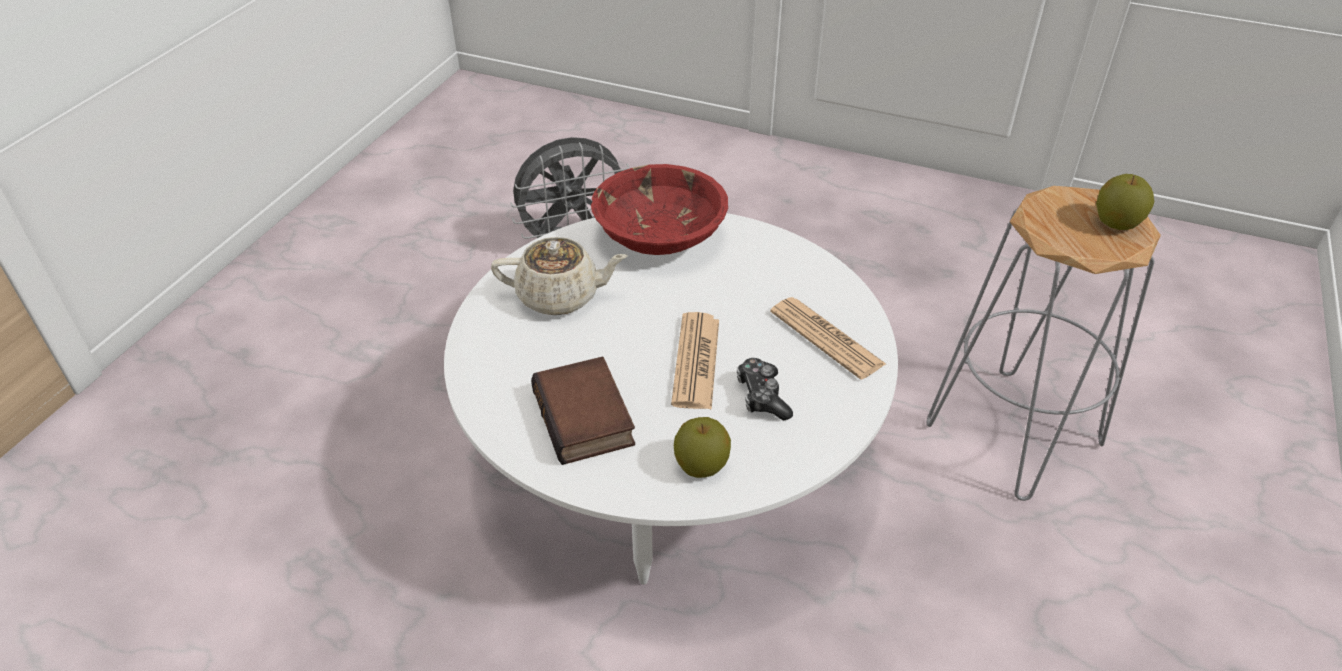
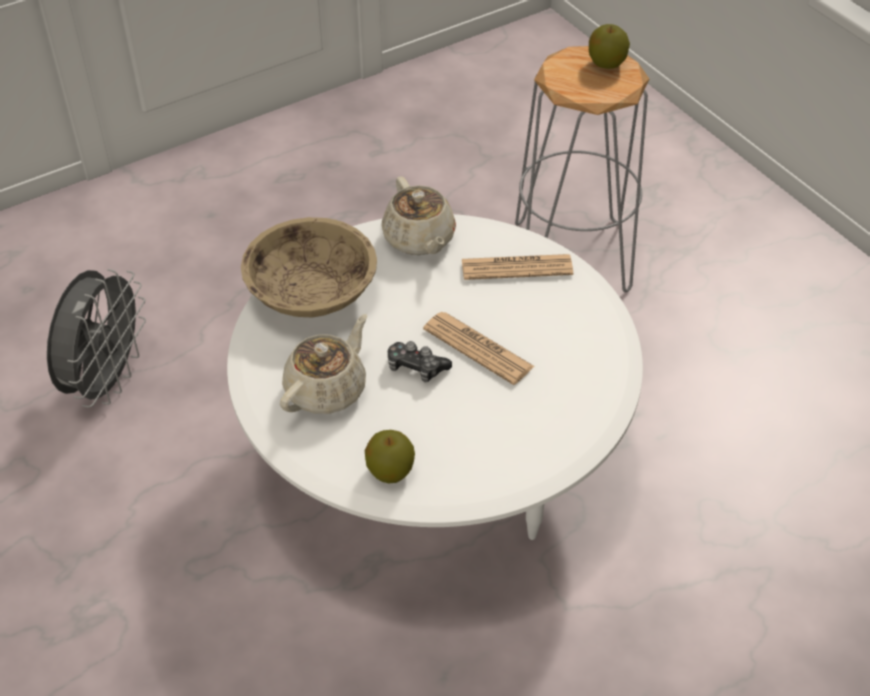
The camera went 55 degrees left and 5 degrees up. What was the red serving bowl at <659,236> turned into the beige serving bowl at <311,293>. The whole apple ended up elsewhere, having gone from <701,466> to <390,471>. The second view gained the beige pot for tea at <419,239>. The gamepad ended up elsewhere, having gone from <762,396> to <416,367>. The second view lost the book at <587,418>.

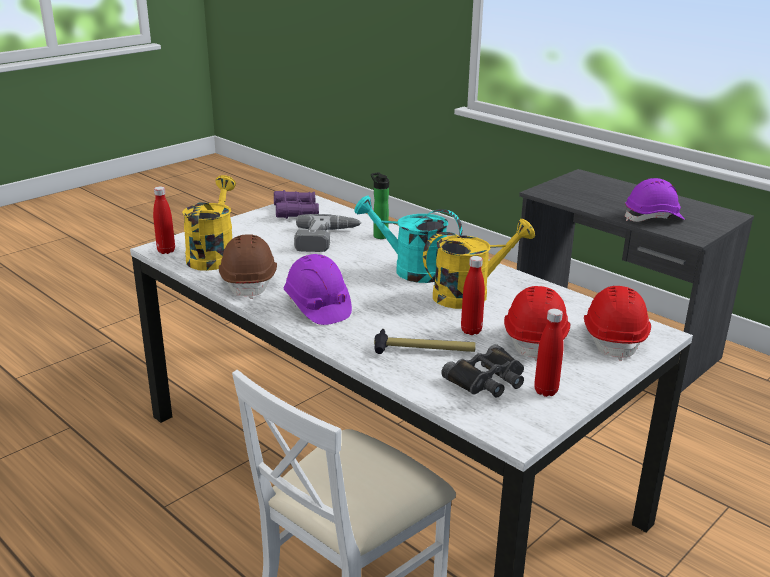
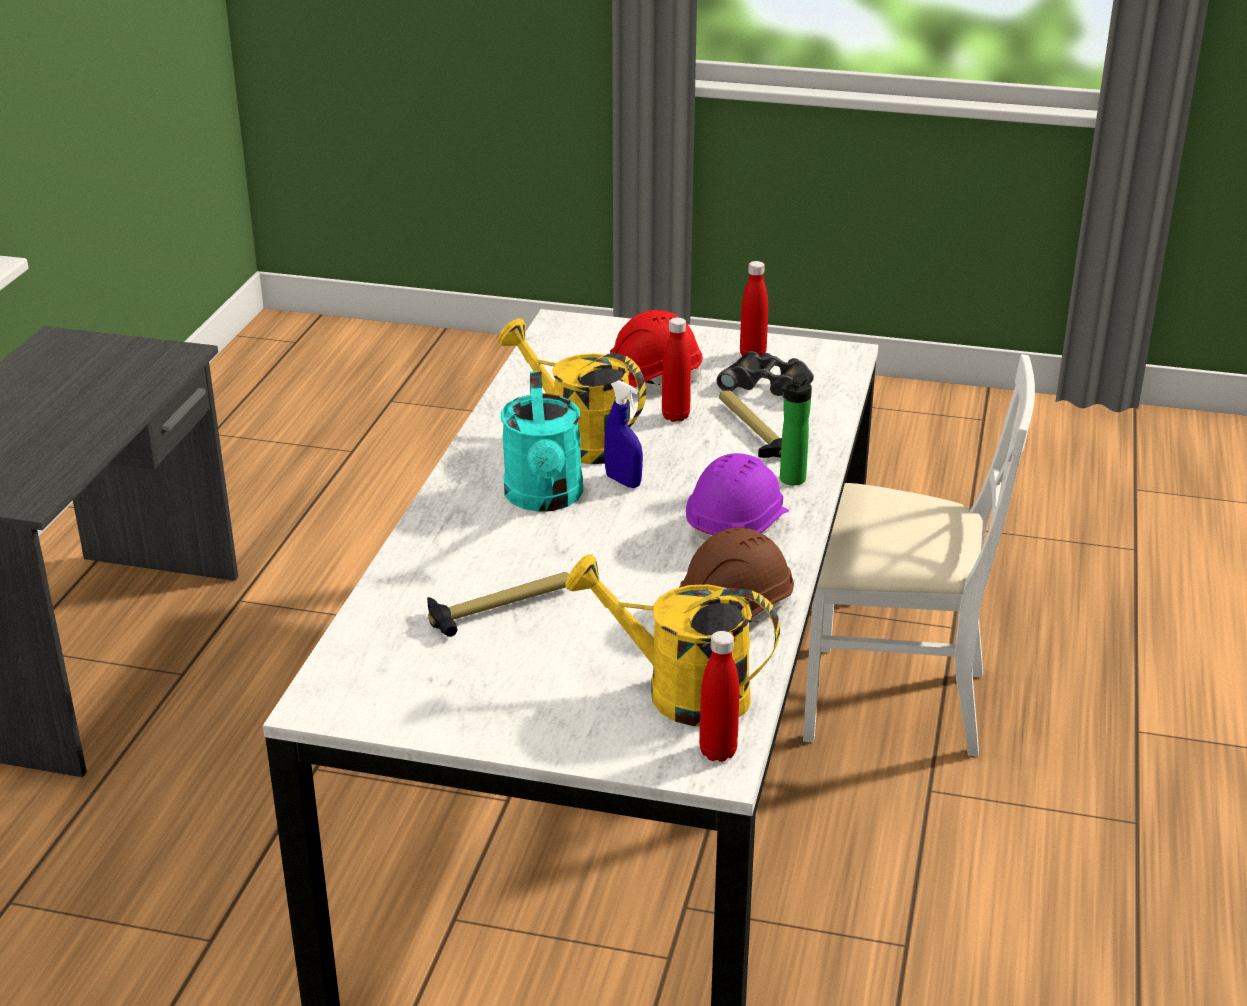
The camera went 120 degrees left and 5 degrees up. Where the power drill stood at <326,239>, the hand hammer came to stand at <501,607>. The yellow watering pot at <213,255> ended up facing another way, 45 degrees clockwise from before. The second view gained the blue spray bottle at <623,481>. The beverage bottle ended up elsewhere, having gone from <379,235> to <790,481>. The second view lost the purple field glasses at <296,211>. The second view lost the red safety helmet at <614,338>. The second view lost the purple safety helmet at <653,218>.

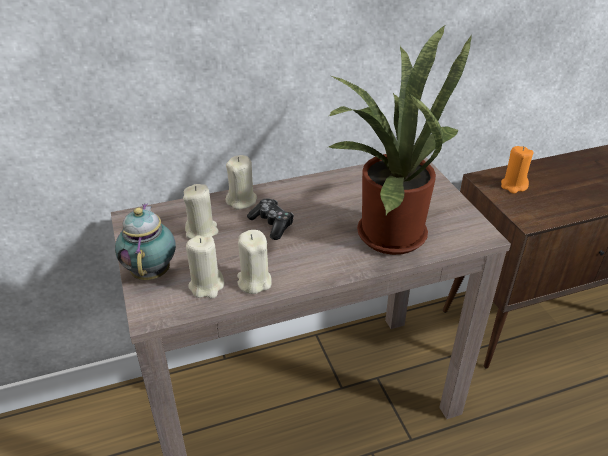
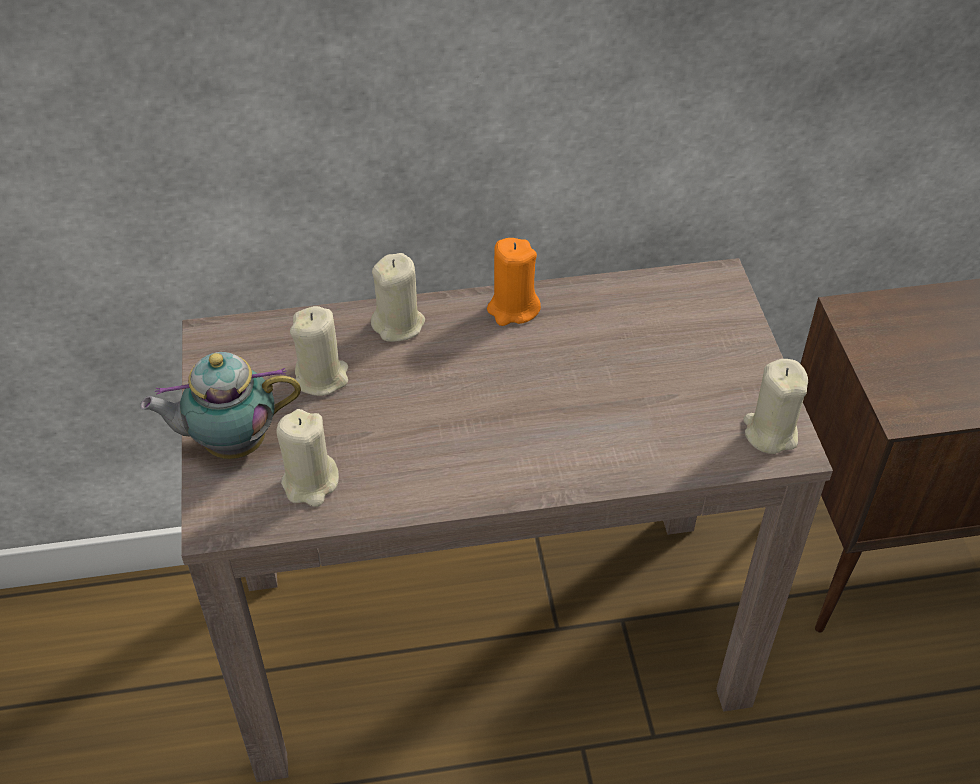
The camera went 10 degrees right and 10 degrees up. The pot for tea at <152,271> ended up facing another way, 105 degrees counterclockwise from before. The orange candle ended up elsewhere, having gone from <513,186> to <513,309>. The beige candle ended up elsewhere, having gone from <254,281> to <770,433>. The second view lost the gamepad at <272,224>. The second view lost the plant in a pot at <385,232>.

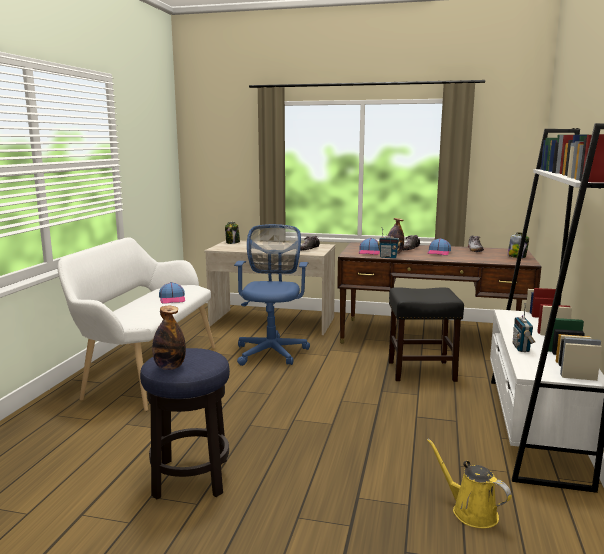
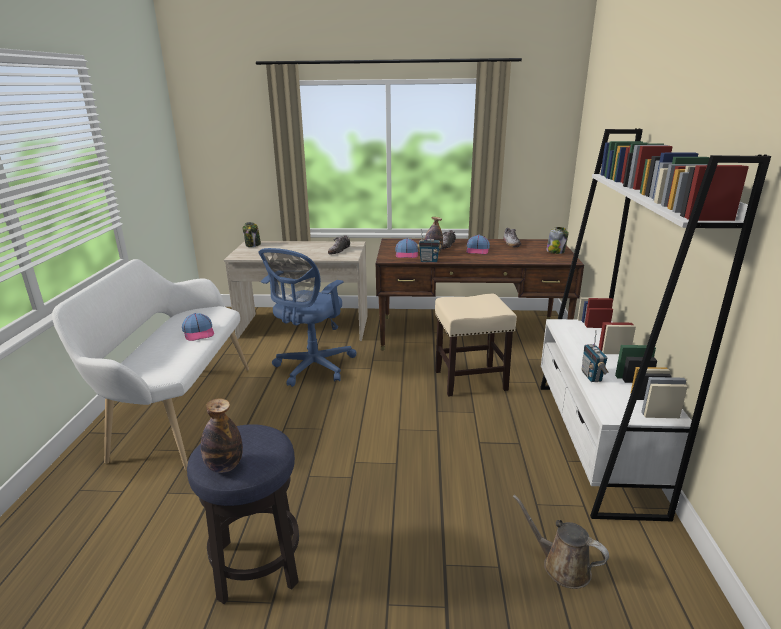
The camera went 10 degrees left and 10 degrees up. The blue desk chair at <272,351> ended up facing another way, 150 degrees counterclockwise from before. What was the black-coloured stool seat at <420,371> turned into the beige stool seat at <469,380>. What was the yellow watering pot at <470,511> turned into the brown watering pot at <561,566>.

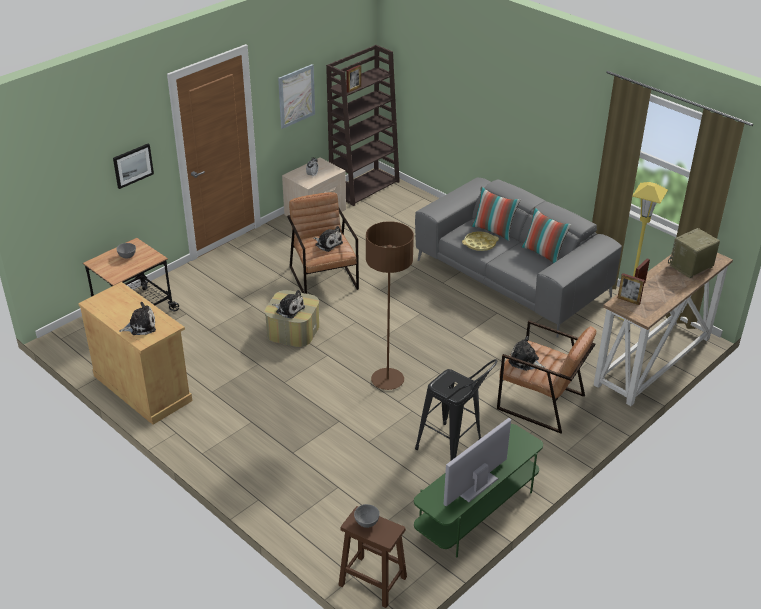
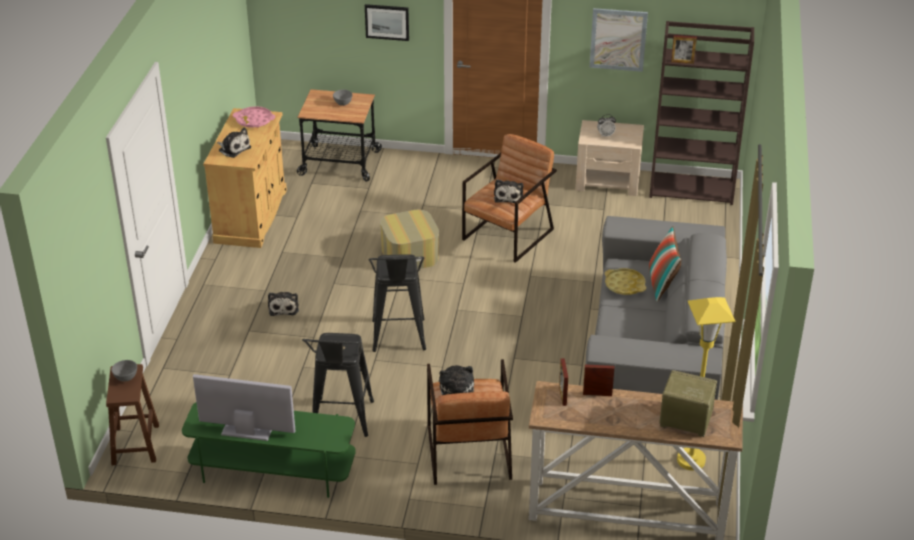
The camera went 55 degrees right and 0 degrees up. The second view gained the pink tray at <254,120>. The plush toy ended up elsewhere, having gone from <289,309> to <284,307>. Where the brown floor lamp stood at <387,380>, the black-coloured stool seat came to stand at <398,340>. The second view lost the cushion at <543,253>.

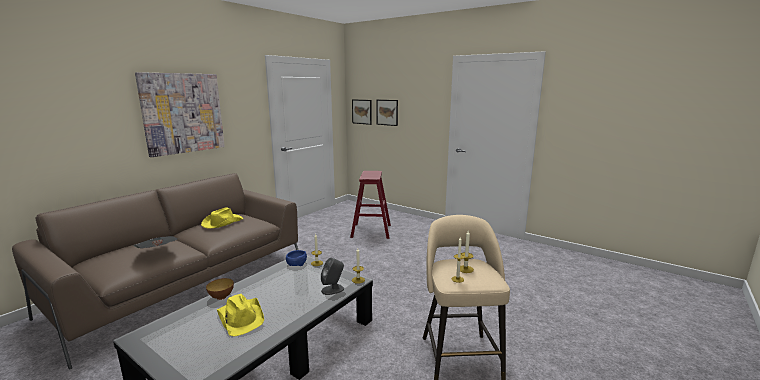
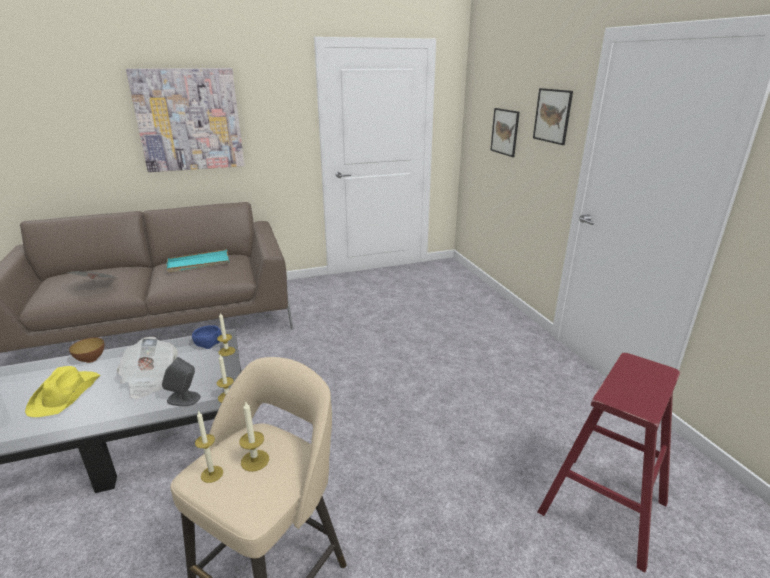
The camera went 35 degrees right and 10 degrees up. The second view gained the newspaper at <150,380>. Where the yellow hat stood at <222,222>, the turquoise tray came to stand at <198,263>. The picture ended up elsewhere, having gone from <362,111> to <552,116>. The red stool seat ended up elsewhere, having gone from <371,231> to <603,507>.

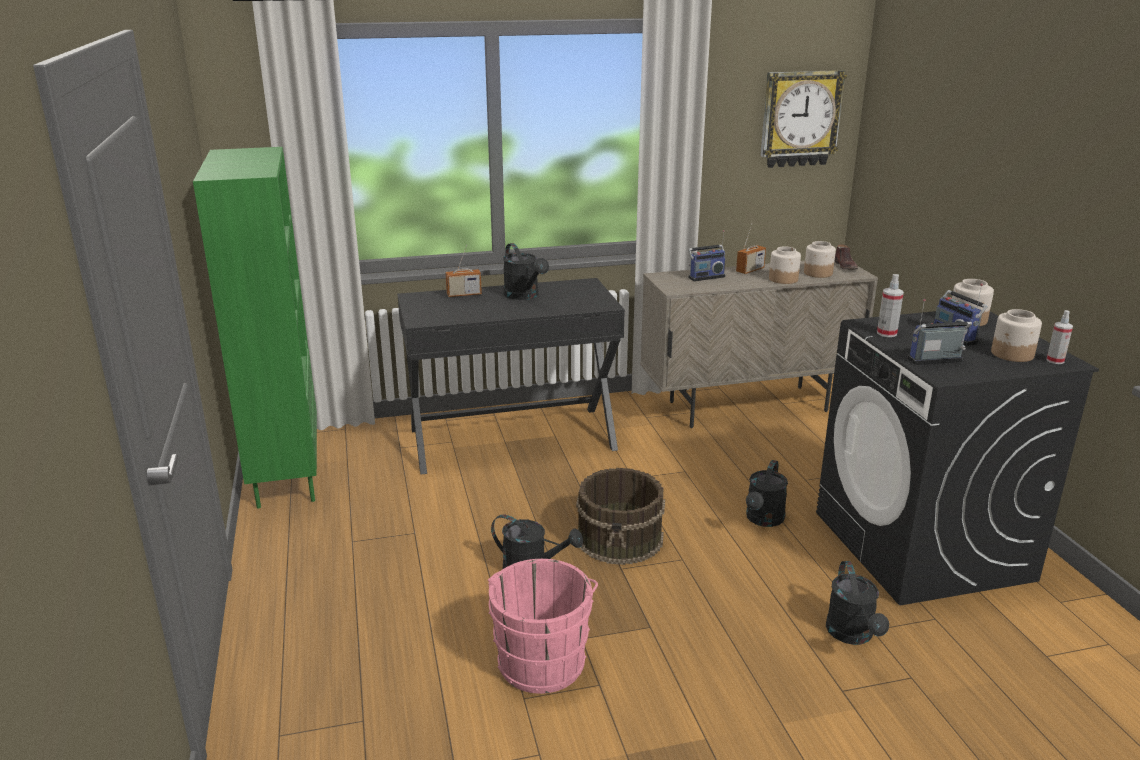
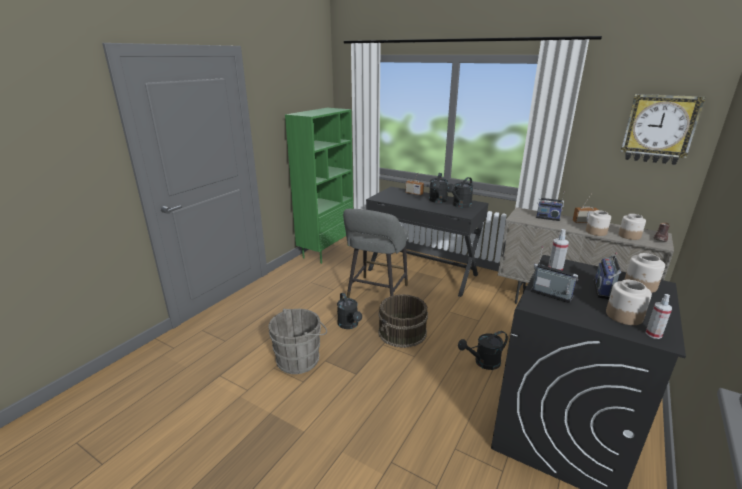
The camera went 45 degrees right and 0 degrees up. What was the pink bucket at <543,659> turned into the gray bucket at <300,359>. The second view gained the gray stool seat at <376,294>. The black-coloured watering pot ended up elsewhere, having gone from <853,635> to <460,205>.

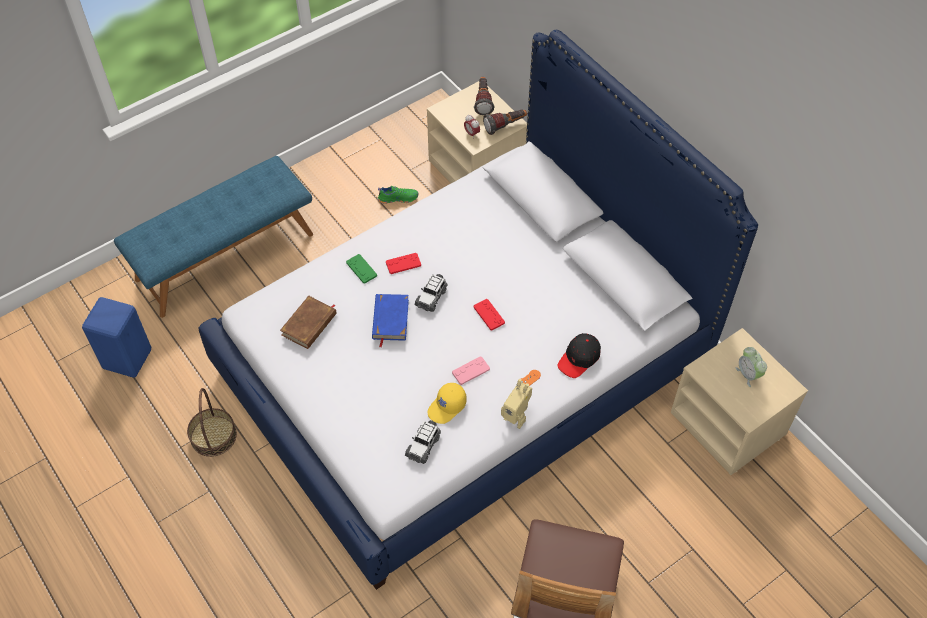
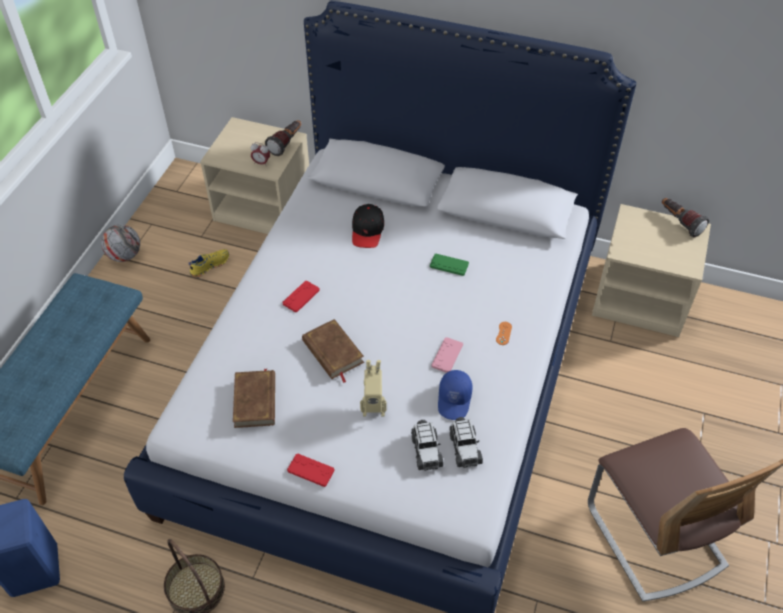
The camera went 35 degrees left and 5 degrees down. The second view gained the football at <125,255>. What was the green-coloured shoe at <398,198> turned into the yellow shoe at <209,265>. The red gamepad ended up elsewhere, having gone from <489,315> to <310,470>. What was the blue book at <390,319> turned into the brown book at <332,352>. The black-coloured cap ended up elsewhere, having gone from <579,358> to <367,231>. The robot figure ended up elsewhere, having gone from <516,417> to <373,407>. The model car ended up elsewhere, having gone from <431,297> to <426,450>. The green-coloured gamepad ended up elsewhere, having gone from <361,269> to <449,265>. What was the yellow cap at <447,407> turned into the blue cap at <455,400>. The flashlight ended up elsewhere, having gone from <483,101> to <679,223>. The second view lost the bedside clock at <748,374>.

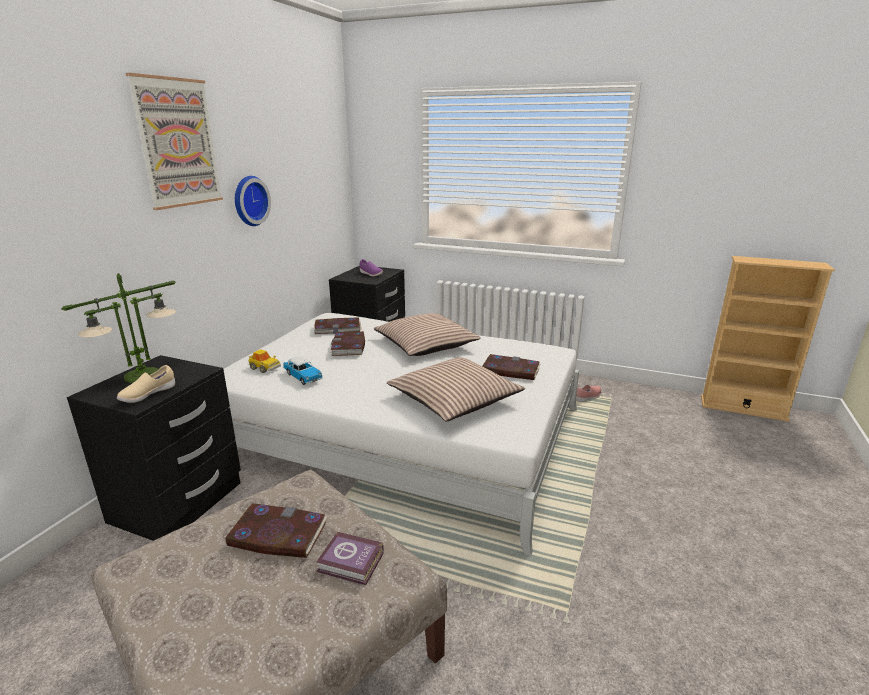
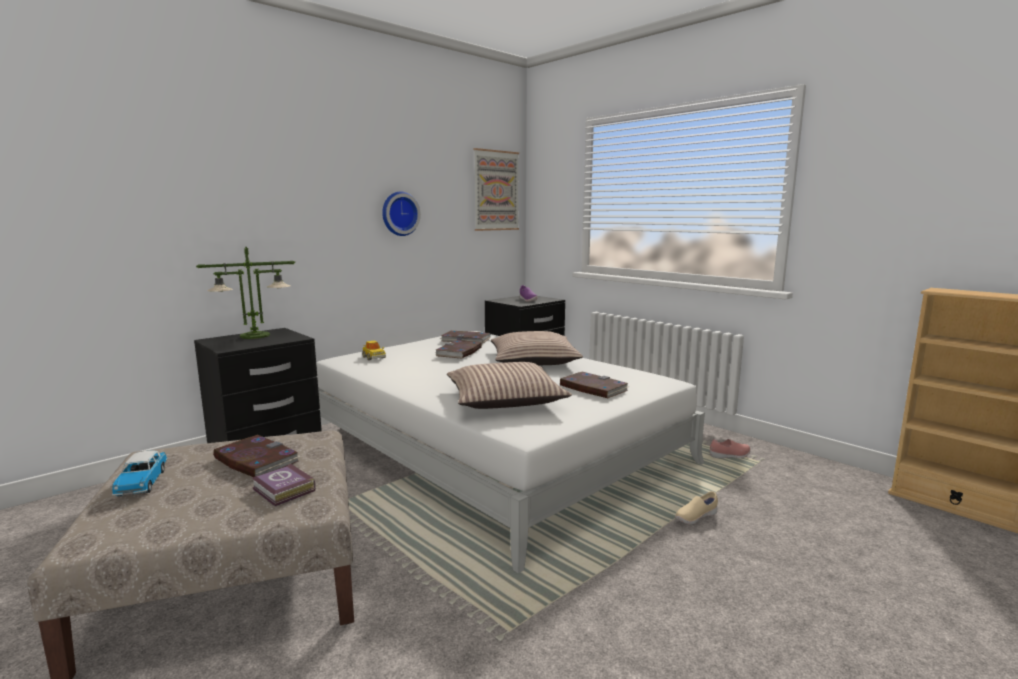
The camera went 25 degrees right and 10 degrees down. The model car ended up elsewhere, having gone from <303,377> to <142,483>. The picture ended up elsewhere, having gone from <177,143> to <496,190>. The beige shoe ended up elsewhere, having gone from <148,395> to <695,518>.

